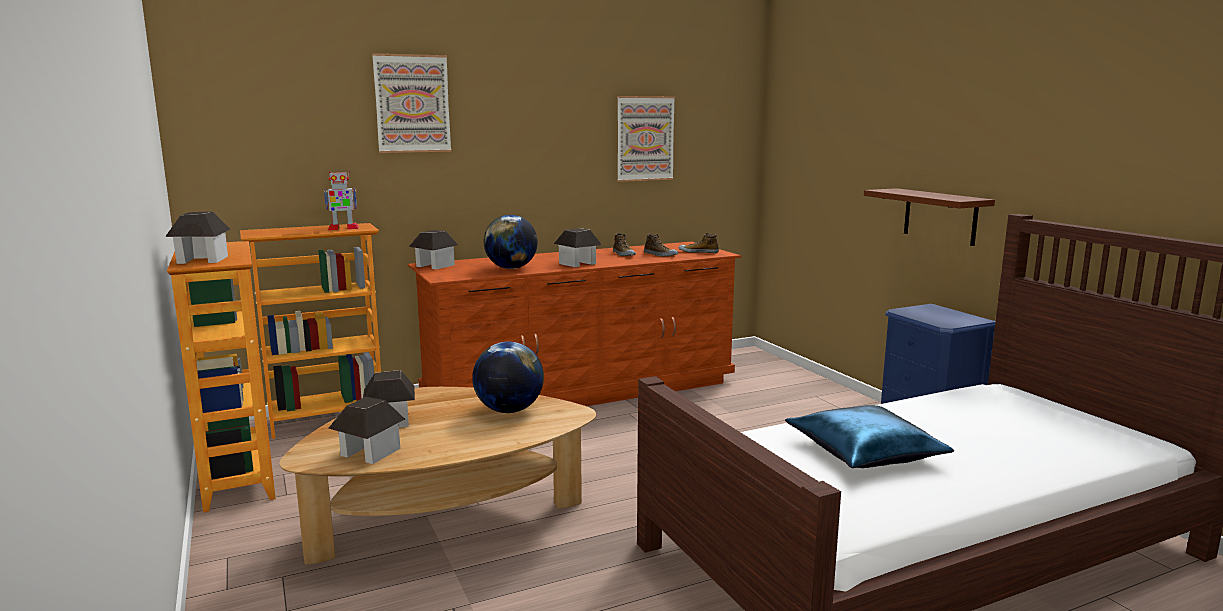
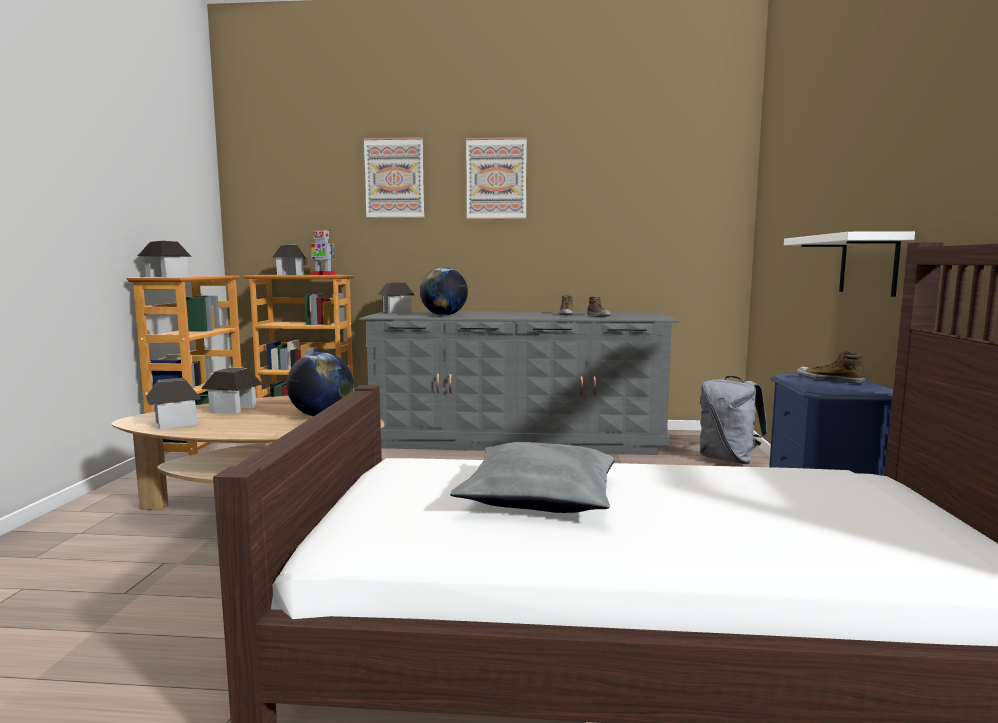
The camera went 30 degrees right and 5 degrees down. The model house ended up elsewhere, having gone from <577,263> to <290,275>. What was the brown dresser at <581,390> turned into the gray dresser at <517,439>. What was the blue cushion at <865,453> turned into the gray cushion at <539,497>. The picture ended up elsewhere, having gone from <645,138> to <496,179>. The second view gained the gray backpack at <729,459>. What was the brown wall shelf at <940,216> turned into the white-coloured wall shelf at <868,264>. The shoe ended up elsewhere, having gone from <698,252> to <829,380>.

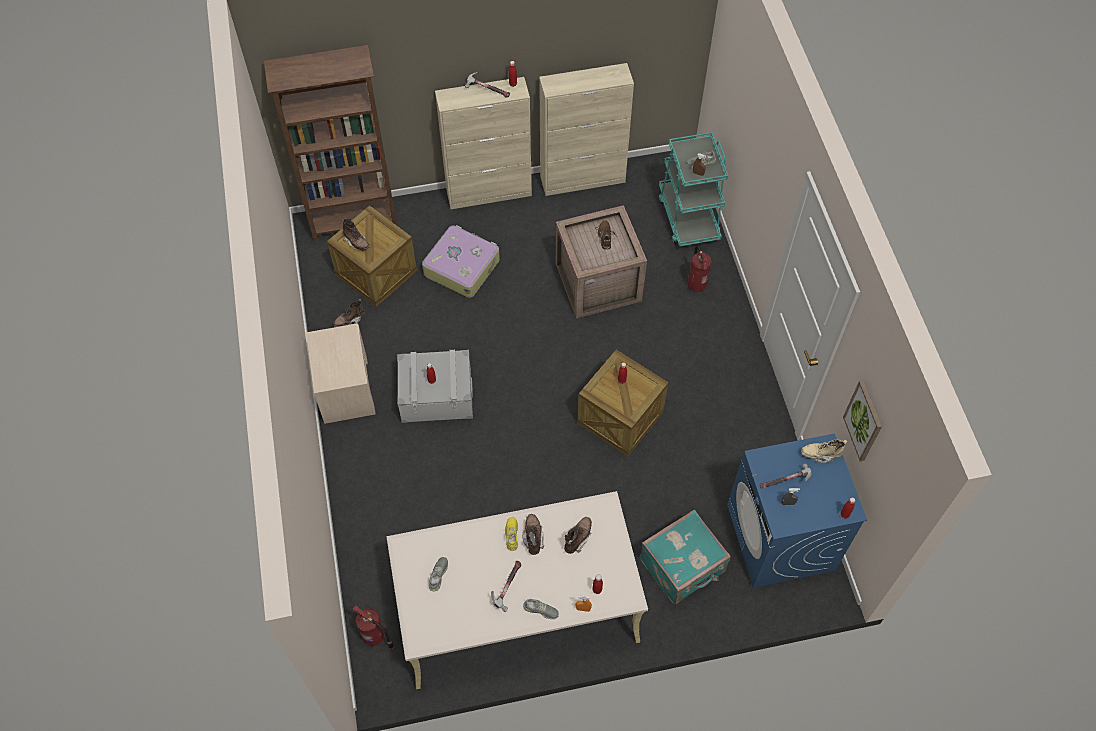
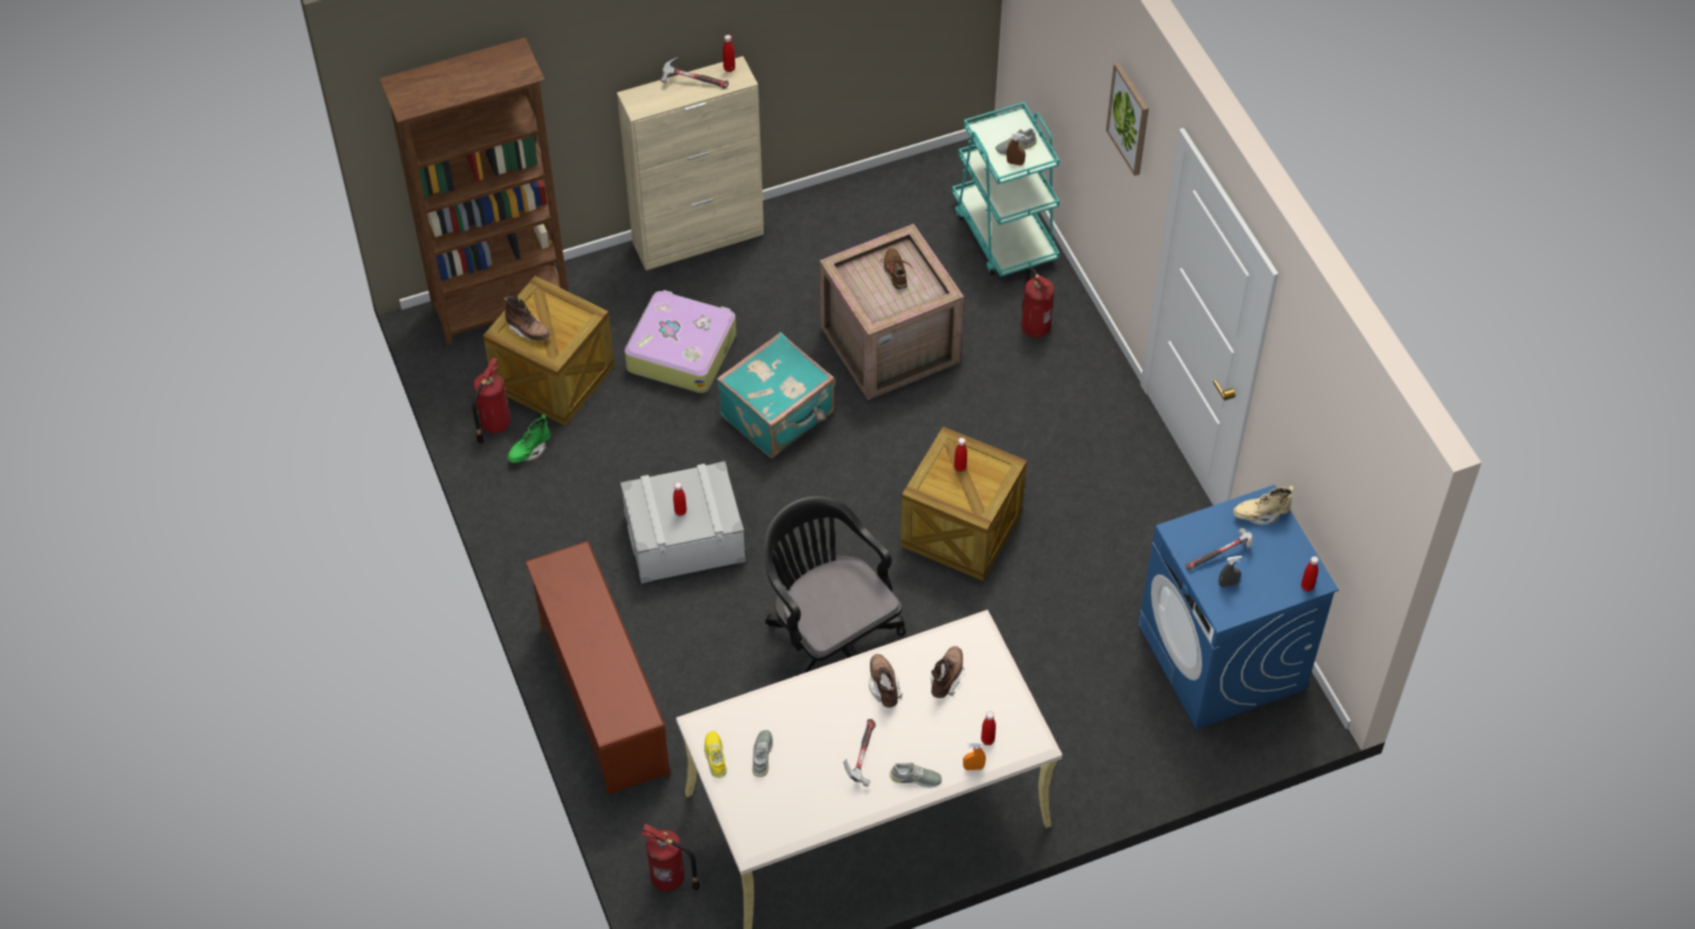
The camera went 10 degrees left and 5 degrees down. The second view gained the fire-fighting cylinder at <494,425>. What was the brown boot at <350,320> turned into the green-coloured boot at <529,450>. The second view gained the brown shoe rack at <601,697>. The yellow shoe ended up elsewhere, having gone from <512,535> to <715,756>. The turquoise suitcase ended up elsewhere, having gone from <683,567> to <779,416>. The second view gained the black-coloured desk chair at <829,641>. The picture ended up elsewhere, having gone from <863,421> to <1129,118>. The second view lost the beige night table at <345,388>. The second view lost the beige cupboard at <583,179>.

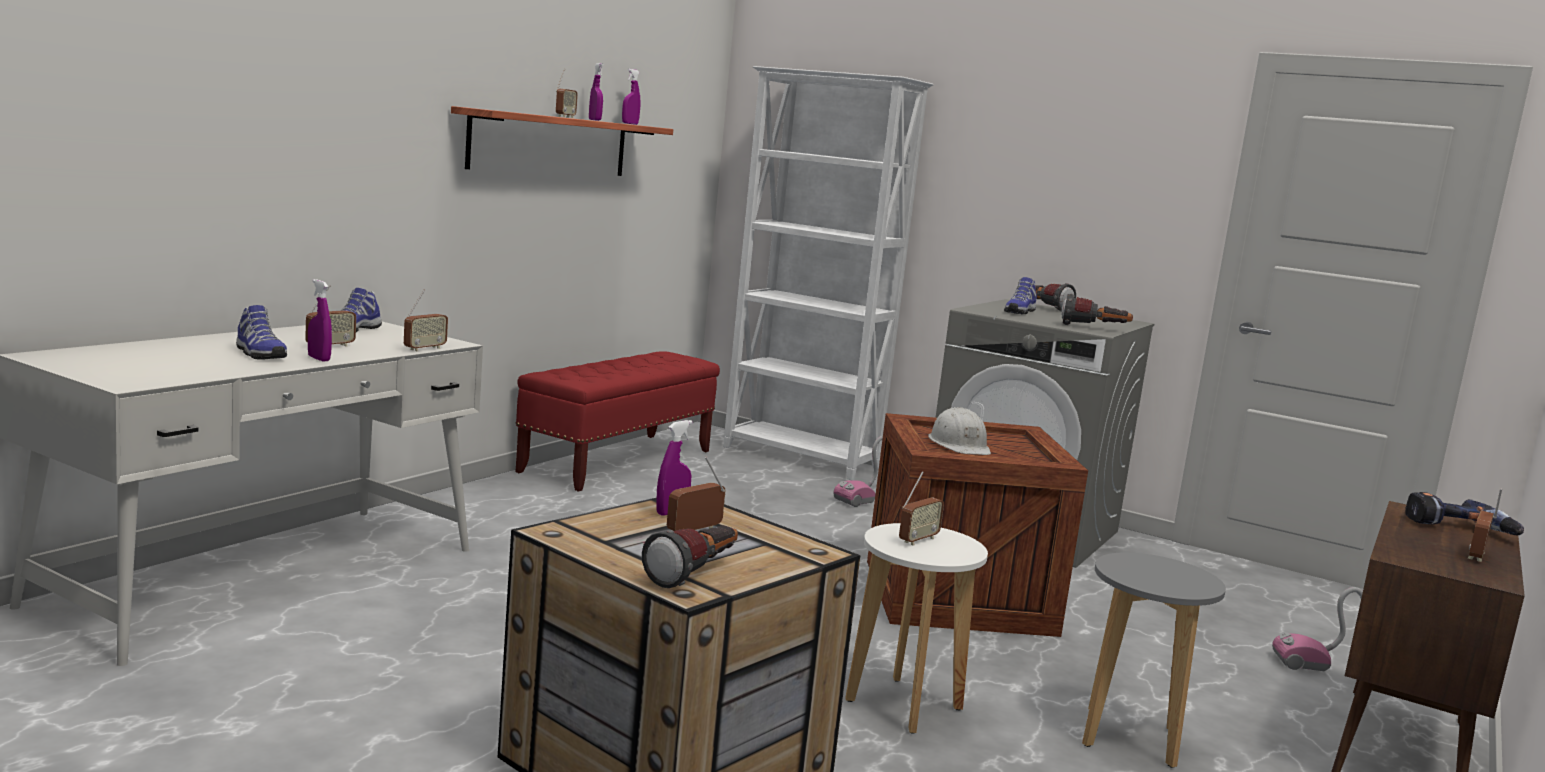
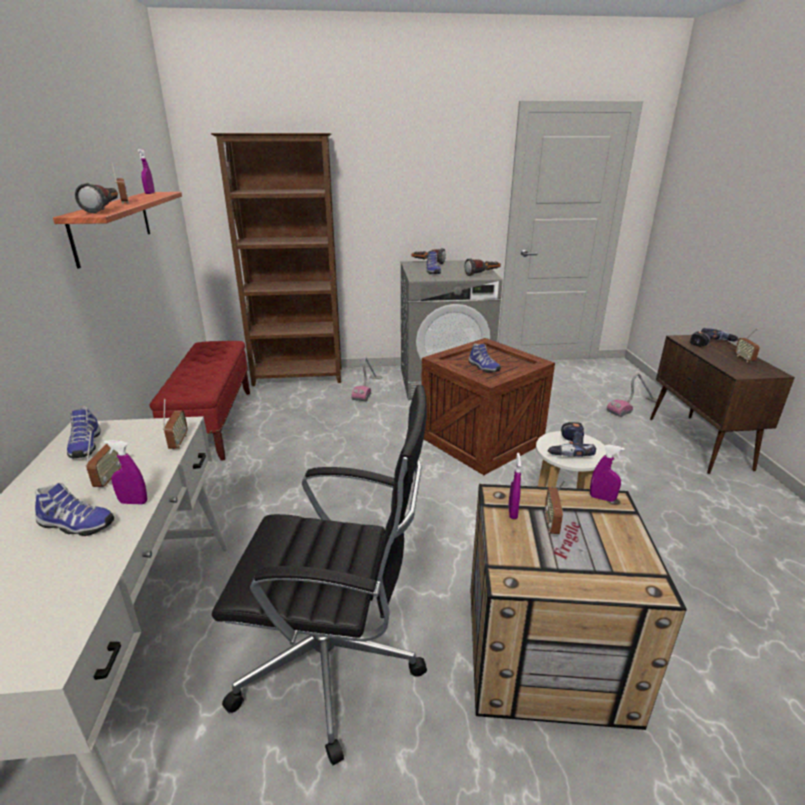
The camera went 35 degrees left and 15 degrees up. The flashlight ended up elsewhere, having gone from <695,574> to <105,210>. What was the white-coloured bookshelf at <801,458> turned into the brown bookshelf at <299,377>. The second view gained the black-coloured desk chair at <334,664>. Where the white-coloured safety helmet stood at <959,445>, the shoe came to stand at <483,367>. Where the radio stood at <918,540>, the power drill came to stand at <567,448>. The purple spray bottle ended up elsewhere, having gone from <594,120> to <602,498>. The second view lost the gray stool seat at <1131,738>.

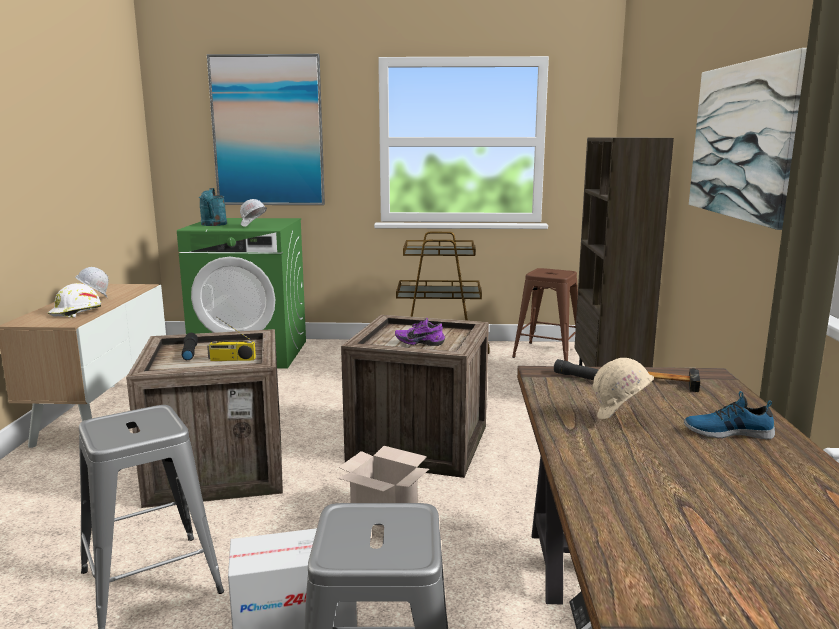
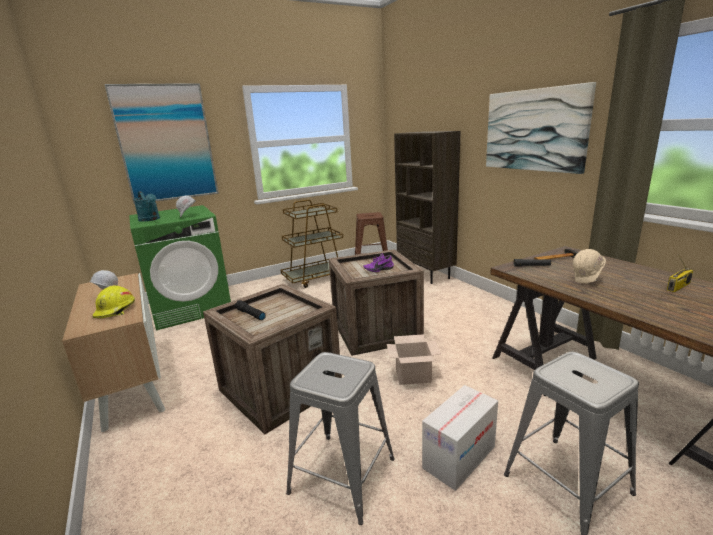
The camera went 30 degrees left and 5 degrees up. What was the white-coloured safety helmet at <76,312> turned into the yellow safety helmet at <116,310>. The radio ended up elsewhere, having gone from <231,359> to <678,287>. The second view lost the shoe at <727,432>.

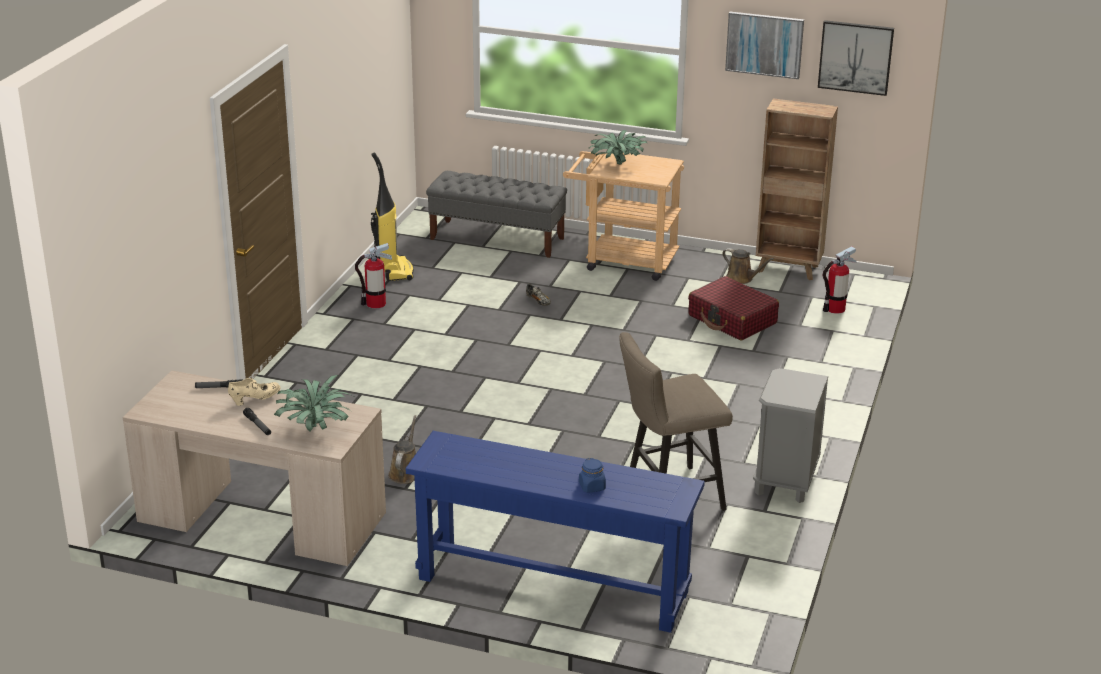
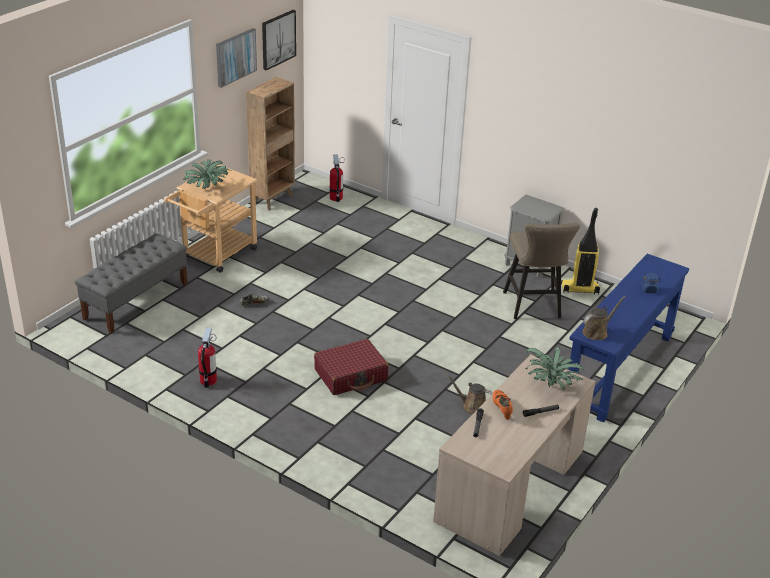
The camera went 75 degrees left and 5 degrees up. The red suitcase ended up elsewhere, having gone from <732,319> to <351,375>. What was the beige shoe at <255,399> turned into the orange shoe at <502,409>. The hoover ended up elsewhere, having gone from <394,271> to <579,289>. The brown watering pot ended up elsewhere, having gone from <742,279> to <597,332>.

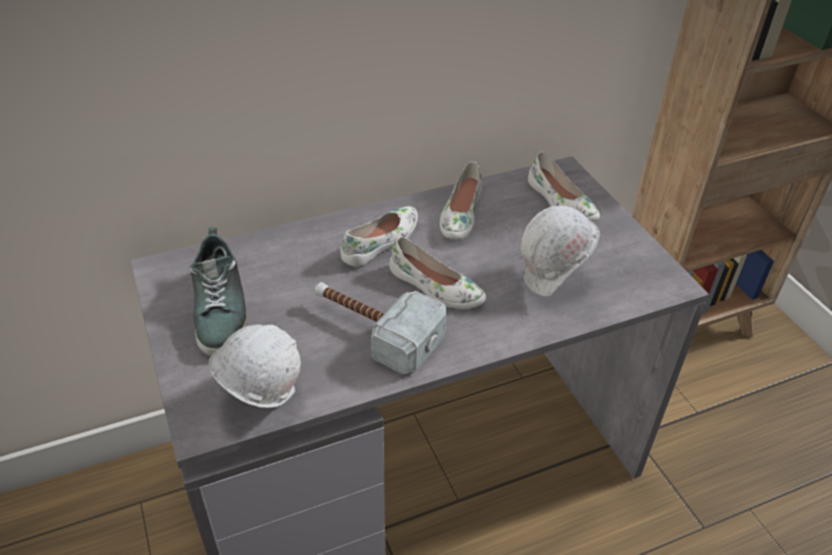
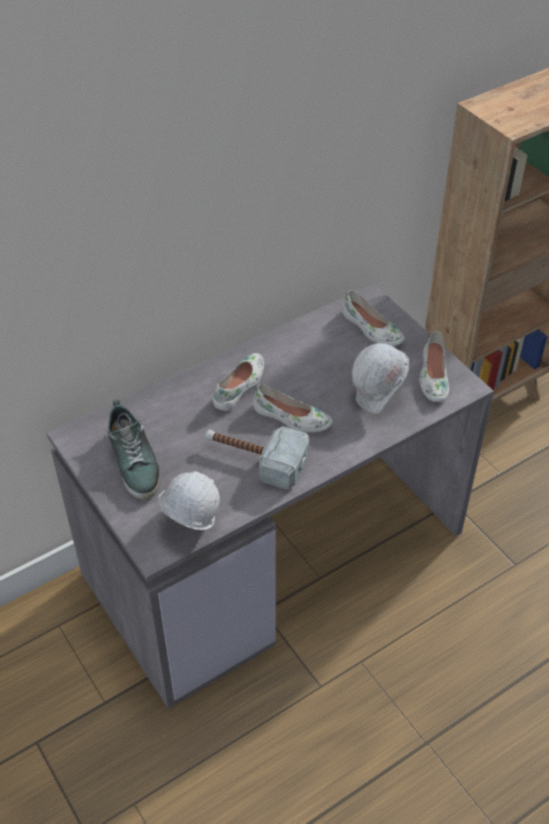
The camera went 10 degrees left and 5 degrees up. The white-coloured shoe ended up elsewhere, having gone from <460,214> to <433,377>.

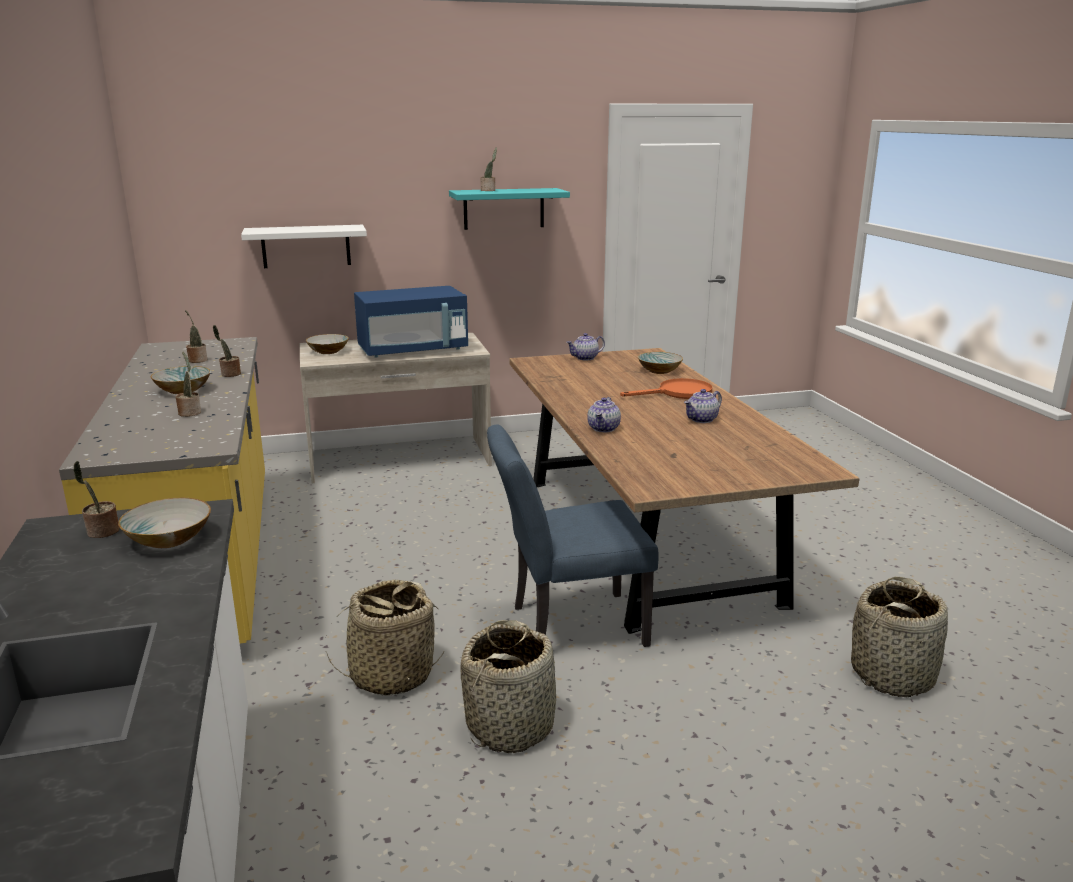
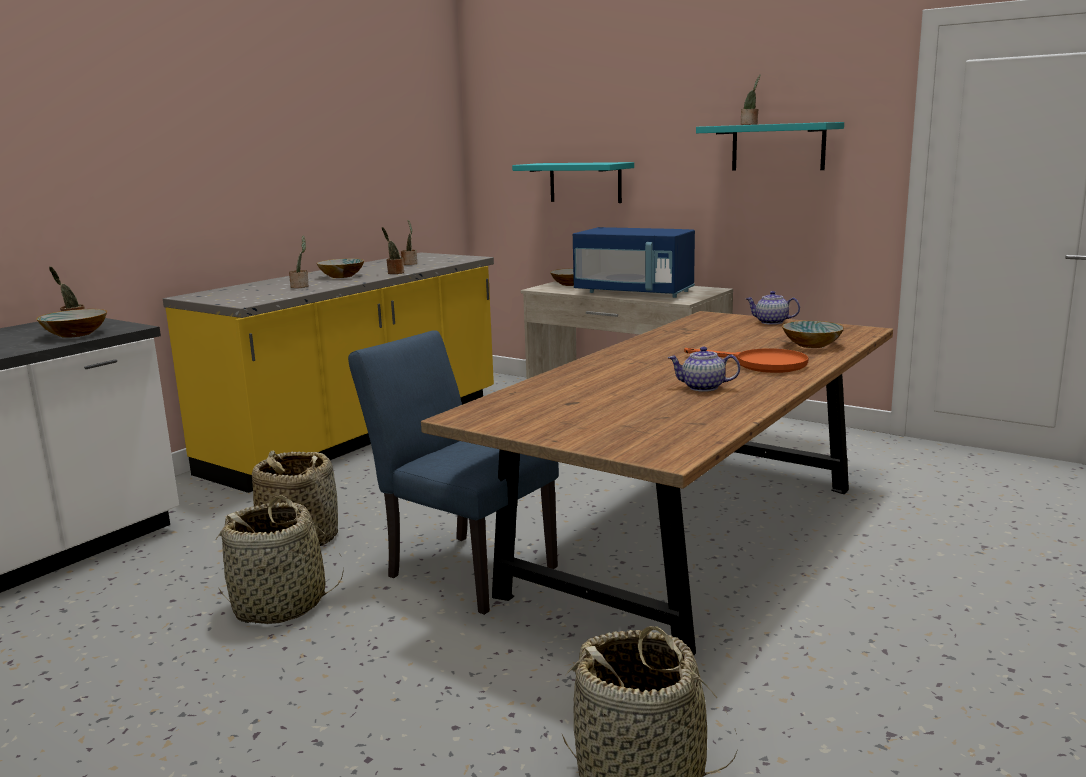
The camera went 50 degrees right and 5 degrees down. What was the white-coloured wall shelf at <306,246> turned into the turquoise wall shelf at <585,182>. The second view lost the pot for tea at <604,428>.

